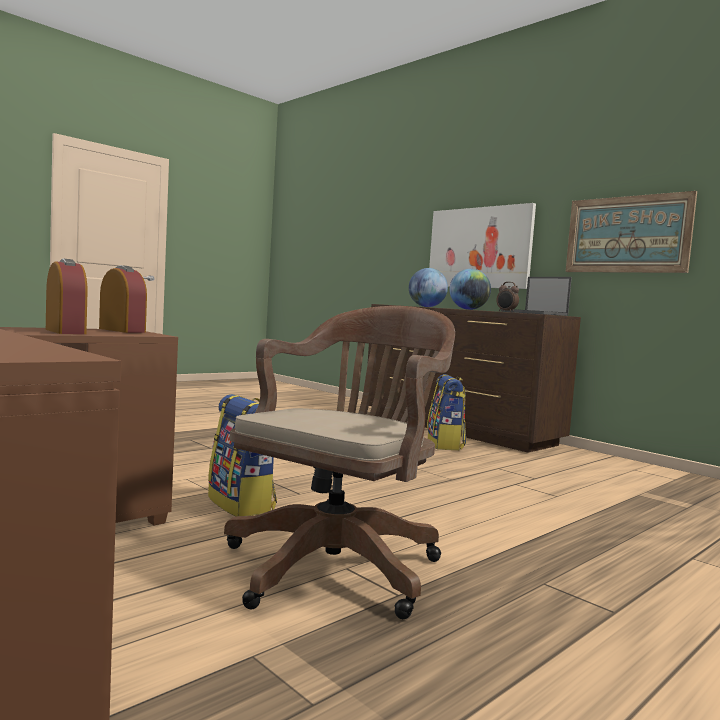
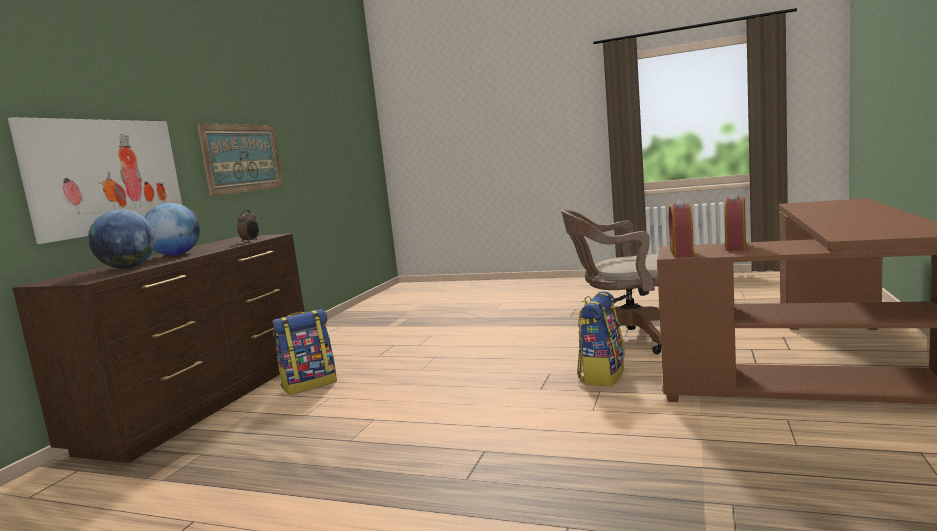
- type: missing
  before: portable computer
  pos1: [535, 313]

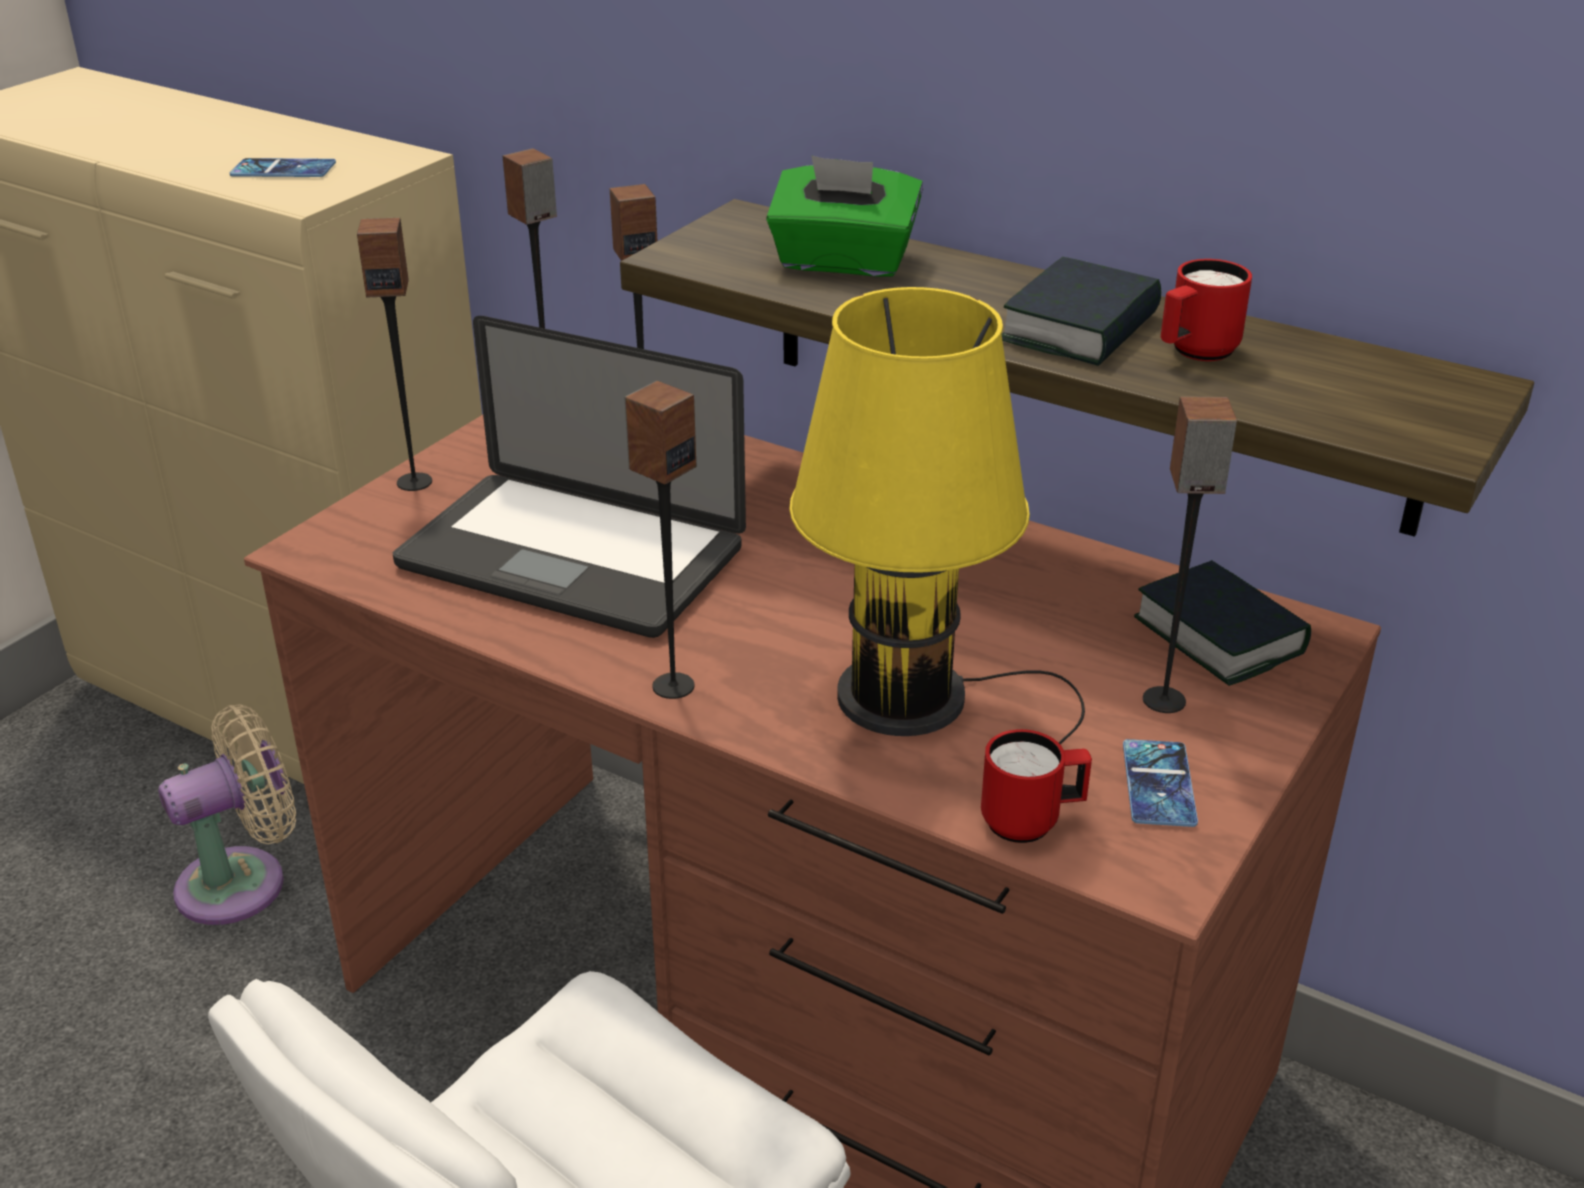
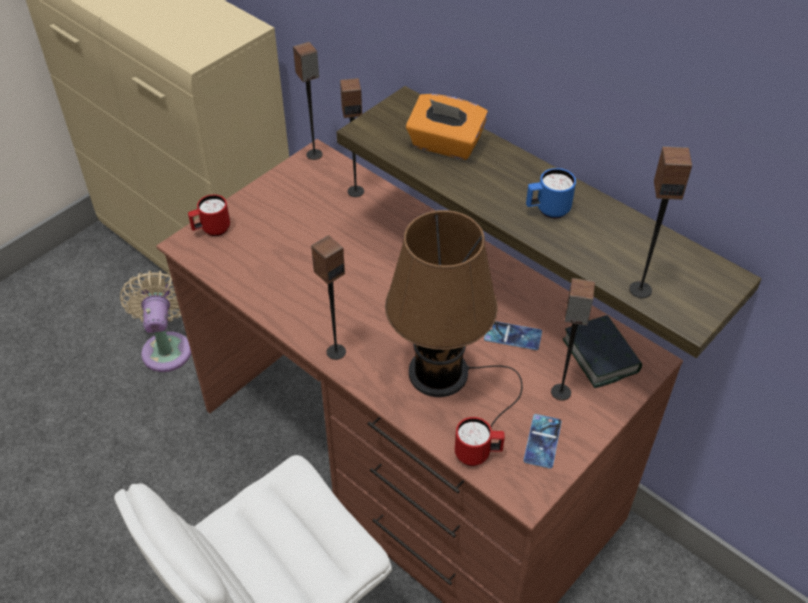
- type: spun
  before: beige-coloured cooling fan
  pos1: [242, 882]
  pos2: [167, 347]
  turn: -75
- type: relocated
  before: red tea mug
  pos1: [1195, 353]
  pos2: [211, 230]
- type: colour
  before: yellow tabletop lamp
  after: brown tabletop lamp
  pos1: [917, 700]
  pos2: [445, 376]
- type: colour
  before: green-coloured box of tissues
  after: orange-coloured box of tissues
  pos1: [843, 262]
  pos2: [445, 145]
- type: relocated
  before: telephone
  pos1: [283, 169]
  pos2: [513, 336]
- type: exchanged
  before: bound book
  after: bluish tea mug
  pos1: [1080, 328]
  pos2: [547, 210]
- type: relocated
  before: loudspeaker
  pos1: [414, 482]
  pos2: [640, 289]
- type: missing
  before: portable computer
  pos1: [571, 558]

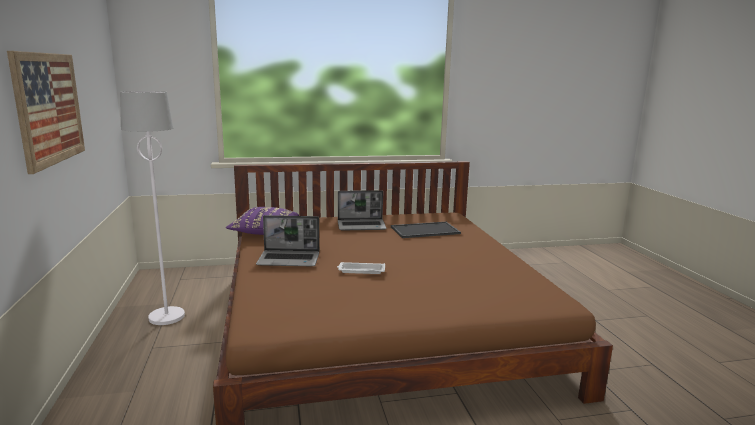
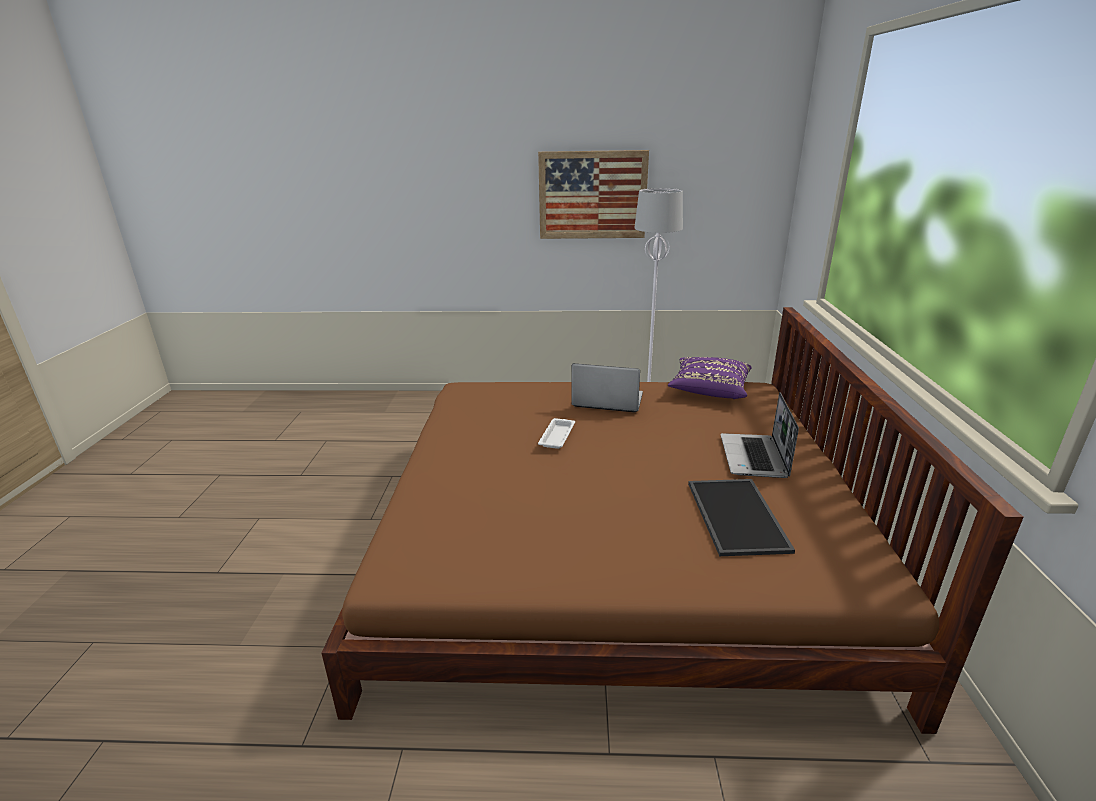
- type: spun
  before: portable computer
  pos1: [289, 260]
  pos2: [606, 401]
  turn: 90

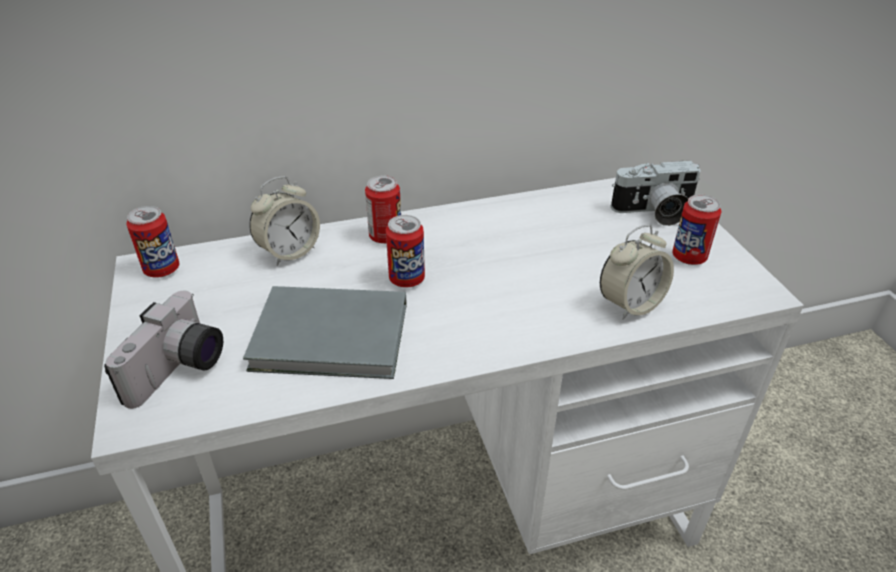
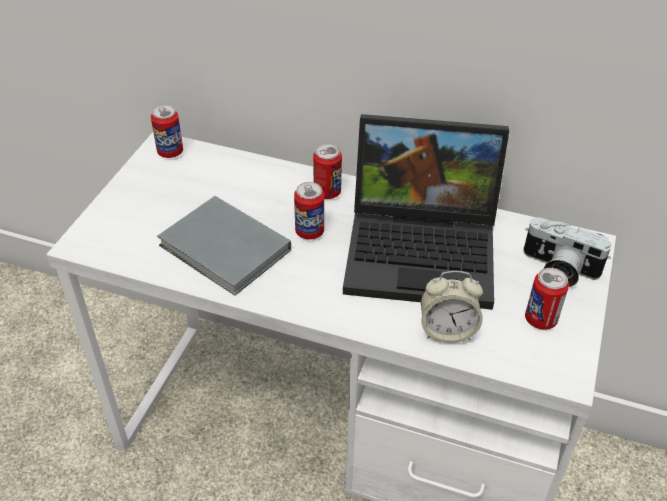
- type: appeared
  after: portable computer
  pos2: [425, 250]
- type: missing
  before: still camera
  pos1: [180, 371]
- type: missing
  before: table clock
  pos1: [289, 252]

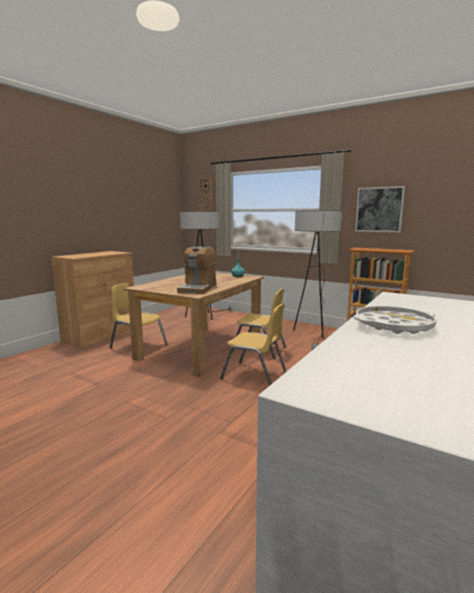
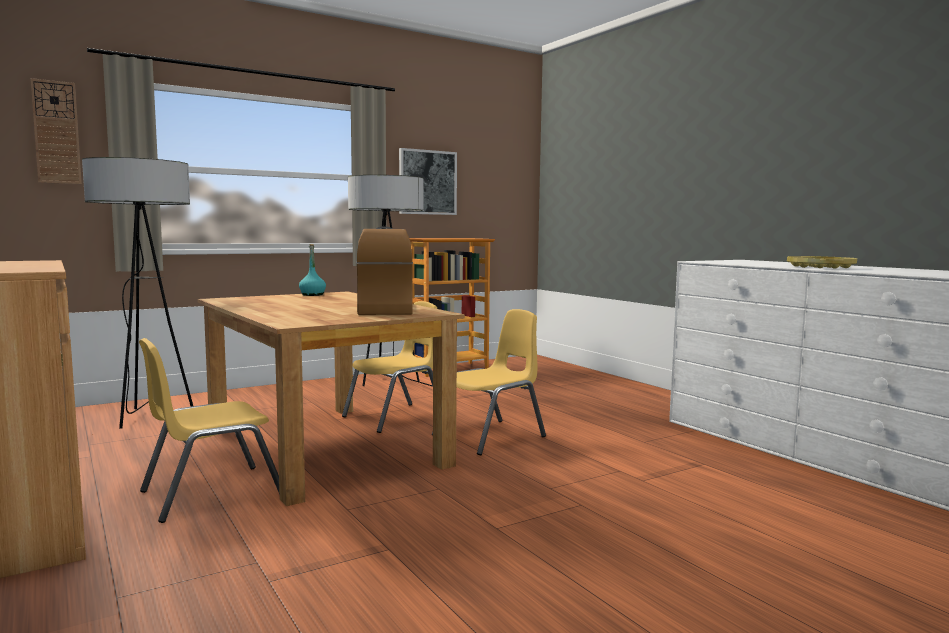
- type: spun
  before: coffee brewer
  pos1: [198, 288]
  pos2: [385, 309]
  turn: -135
- type: colour
  before: white tray
  after: yellow tray
  pos1: [393, 326]
  pos2: [820, 267]

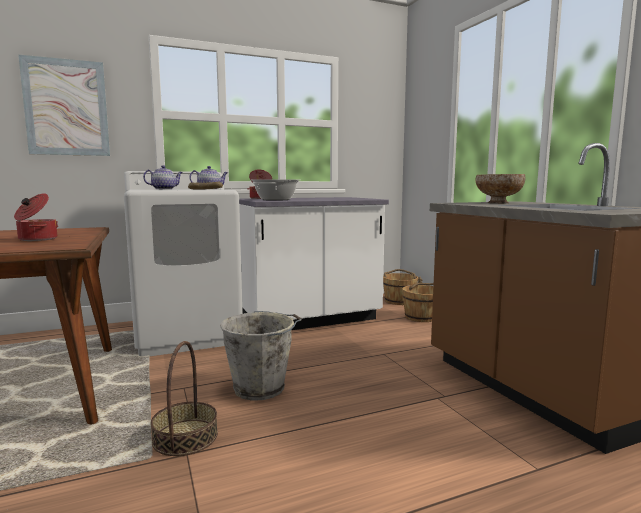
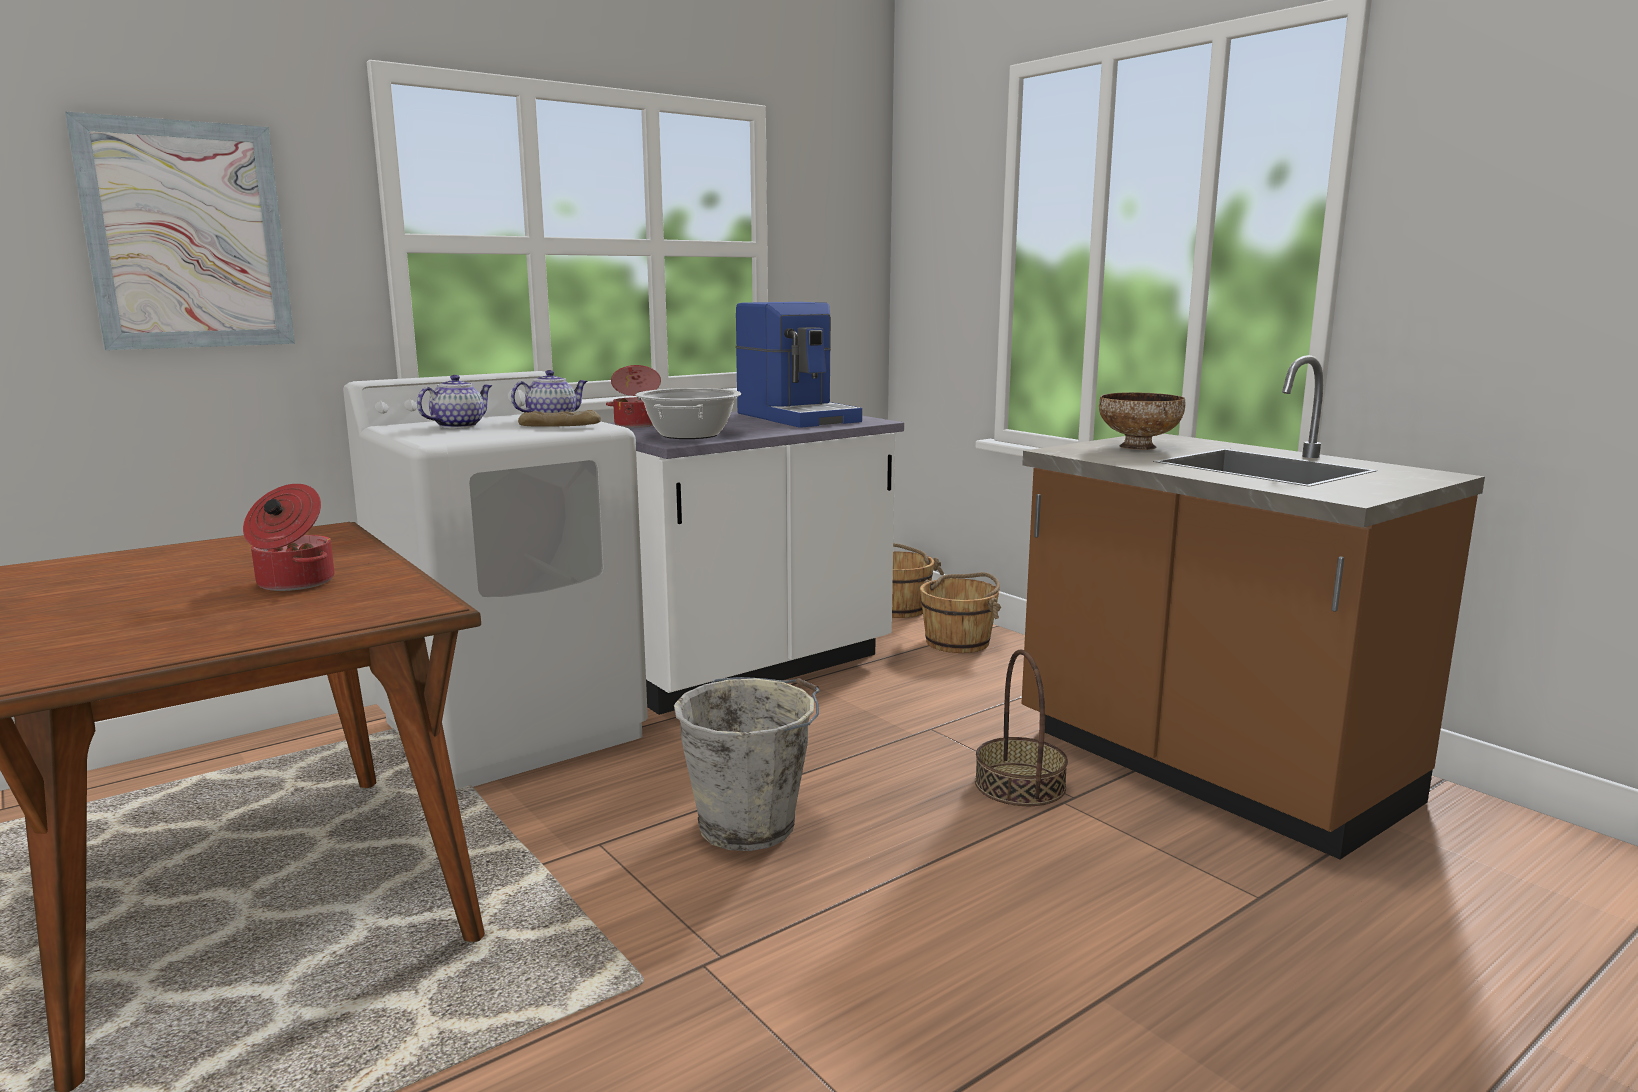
- type: appeared
  after: coffee brewer
  pos2: [798, 417]
- type: relocated
  before: basket
  pos1: [185, 437]
  pos2: [1019, 785]

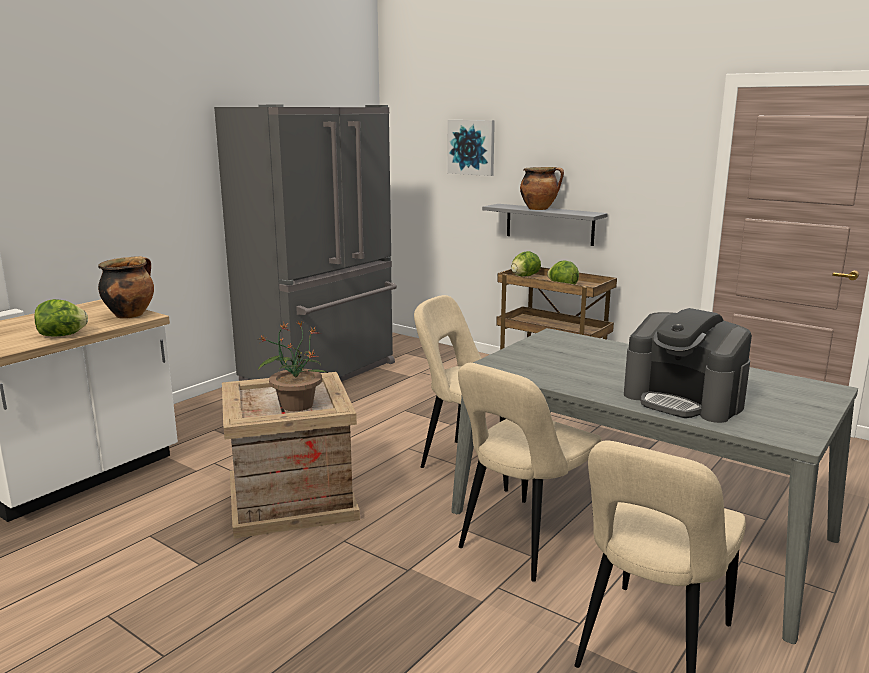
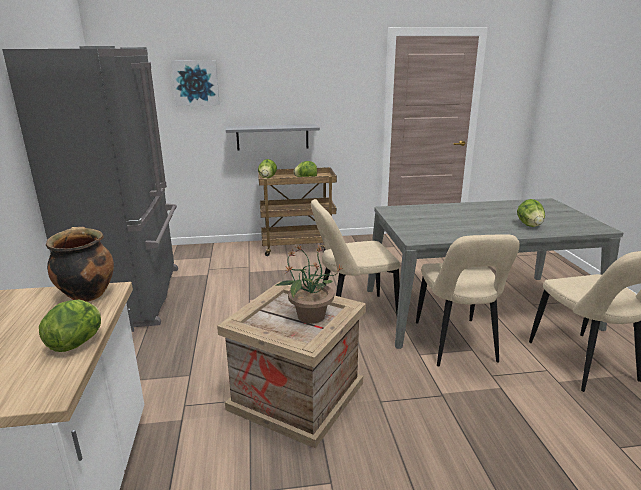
- type: exchanged
  before: coffee brewer
  after: lettuce head
  pos1: [684, 400]
  pos2: [529, 225]
- type: missing
  before: saucepot
  pos1: [539, 209]

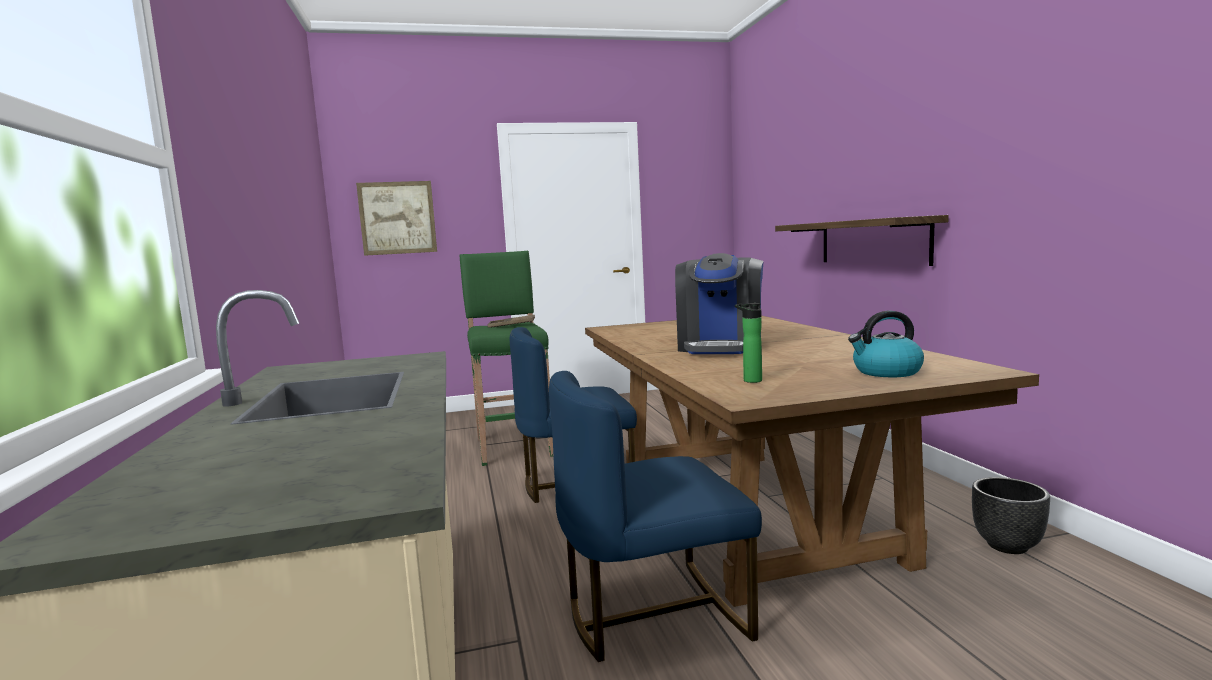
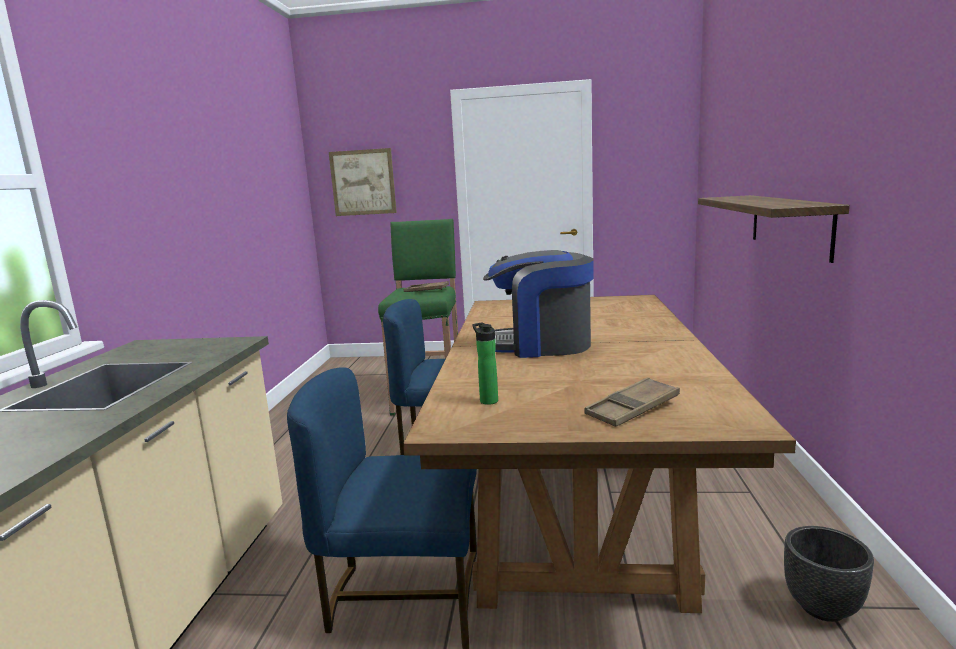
- type: spun
  before: coffee brewer
  pos1: [720, 347]
  pos2: [541, 345]
  turn: 60
- type: exchanged
  before: tea kettle
  after: brown tray
  pos1: [886, 372]
  pos2: [632, 409]

